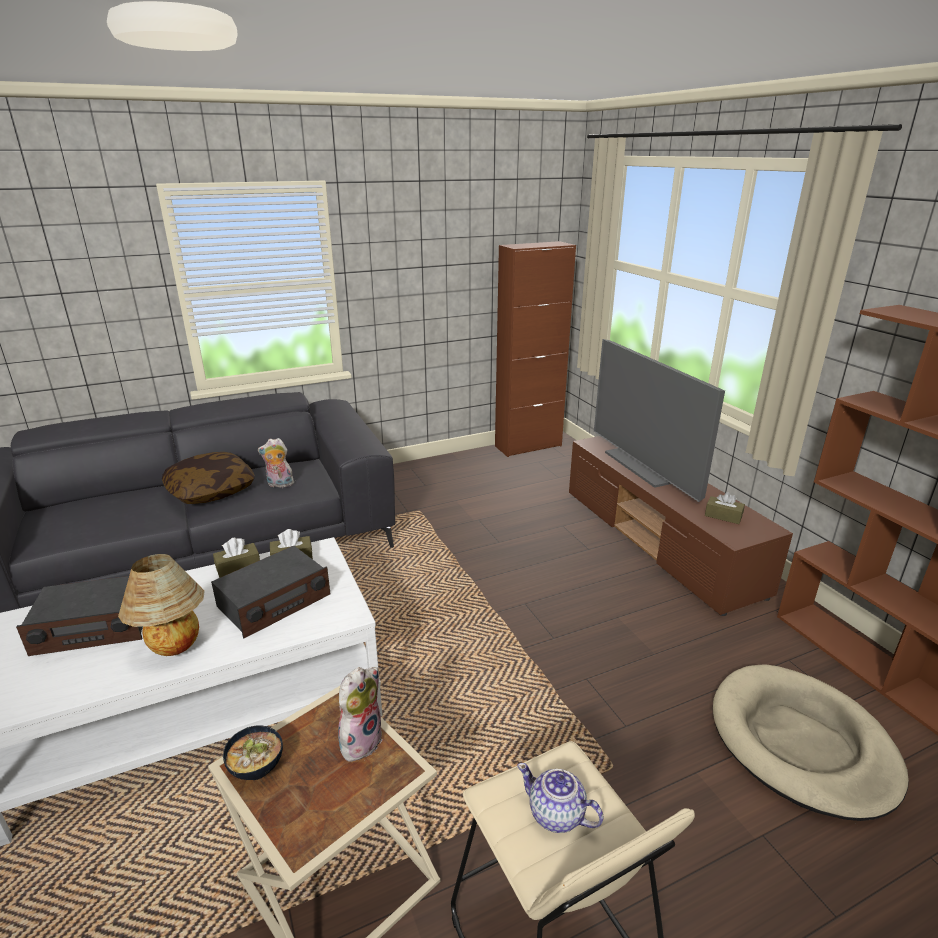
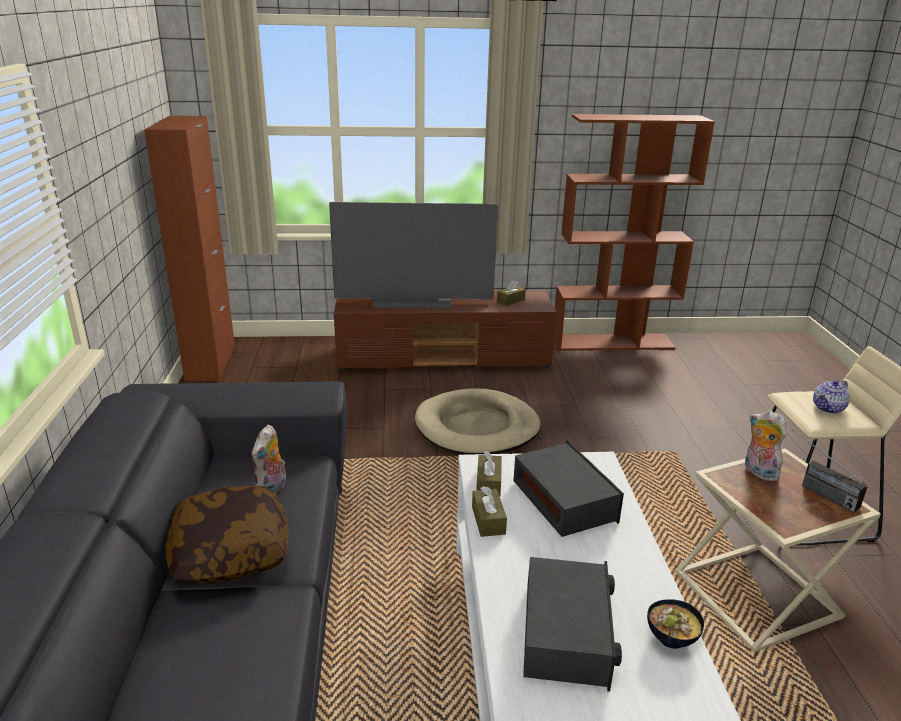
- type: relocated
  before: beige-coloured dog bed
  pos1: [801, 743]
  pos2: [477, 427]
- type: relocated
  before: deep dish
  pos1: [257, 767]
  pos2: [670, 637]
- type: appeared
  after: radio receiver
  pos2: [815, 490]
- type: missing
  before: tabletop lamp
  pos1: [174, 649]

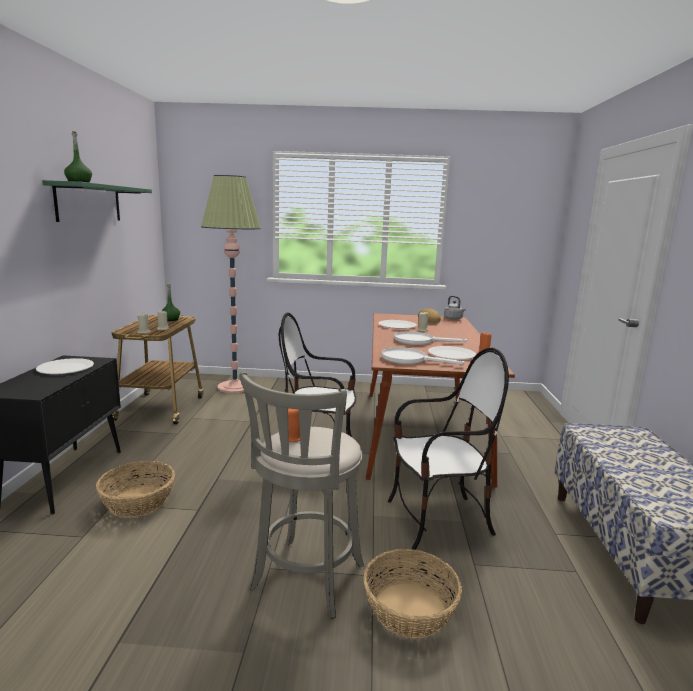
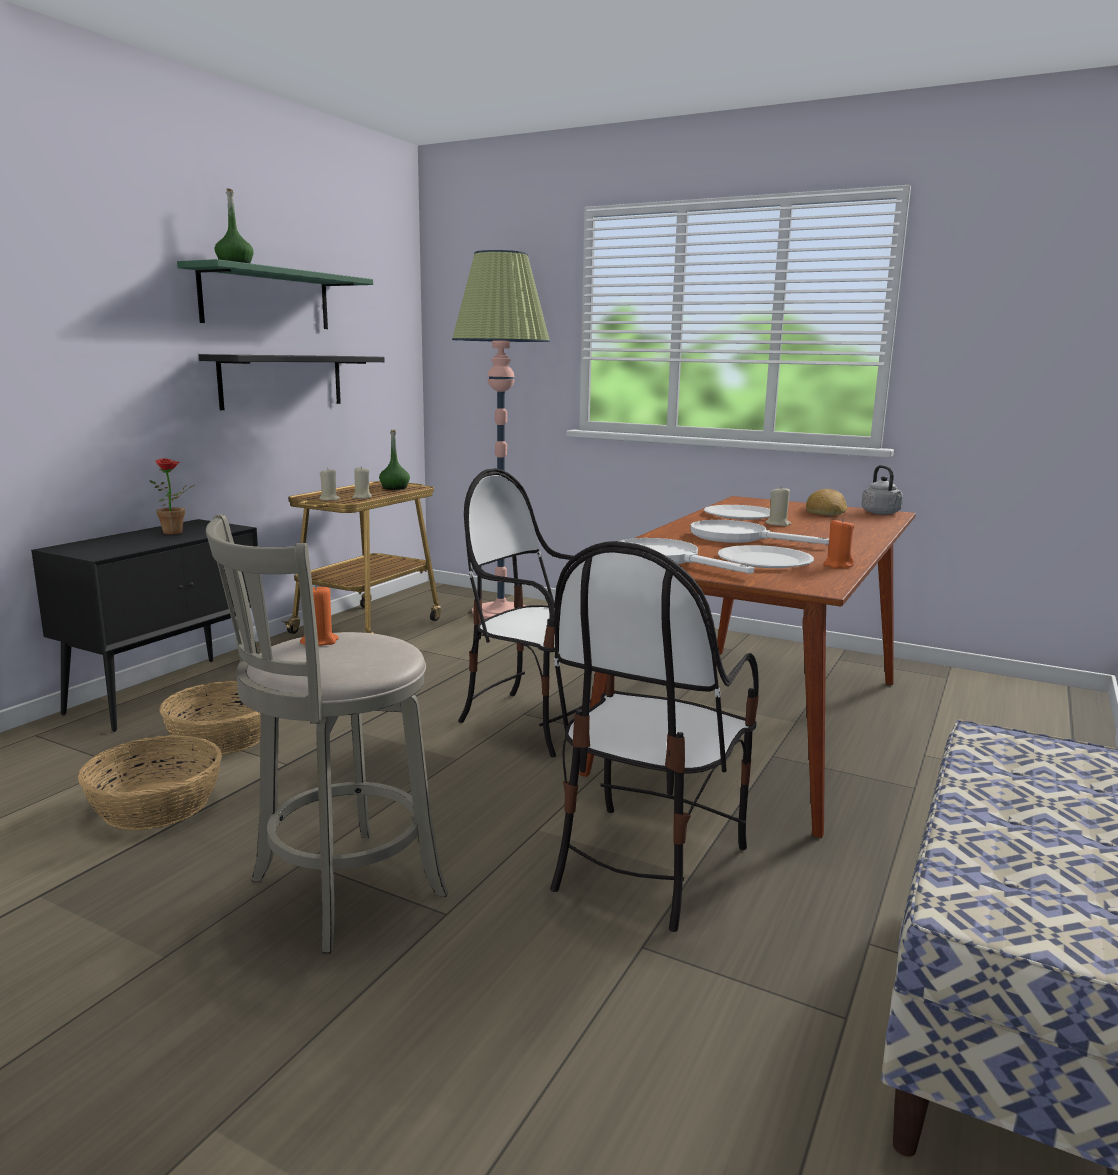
- type: relocated
  before: basket
  pos1: [409, 609]
  pos2: [157, 805]
- type: exchanged
  before: white dinner plate
  after: plant in a pot
  pos1: [66, 368]
  pos2: [177, 532]
- type: appeared
  after: black-coloured shelf
  pos2: [282, 381]
- type: spun
  before: plain chair
  pos1: [438, 520]
  pos2: [645, 863]
  turn: 105

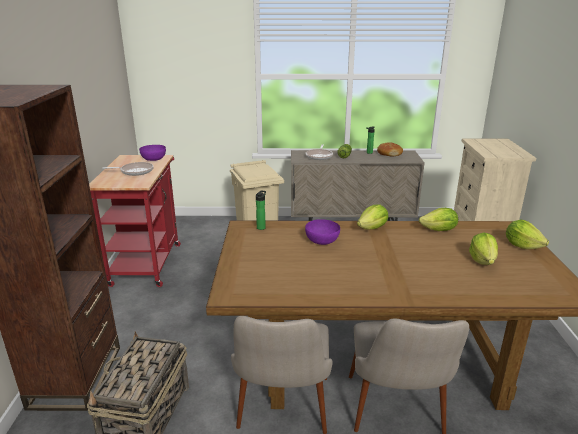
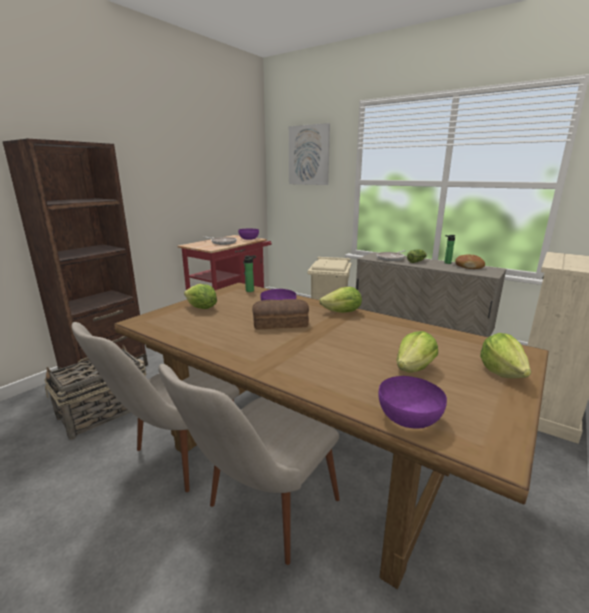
- type: relocated
  before: lettuce head
  pos1: [439, 230]
  pos2: [201, 308]
- type: appeared
  after: baked bread
  pos2: [281, 323]
- type: appeared
  after: wall picture
  pos2: [309, 155]
- type: appeared
  after: purplish deep dish
  pos2: [409, 417]

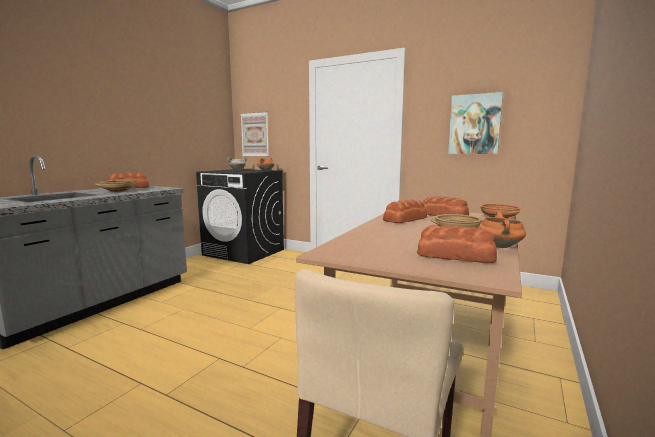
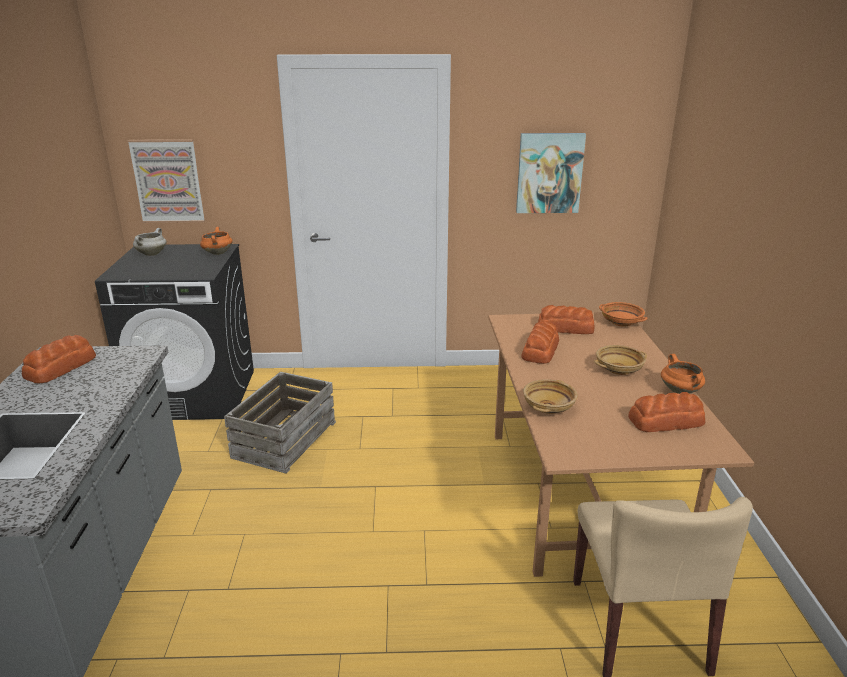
- type: appeared
  after: crate
  pos2: [284, 439]
- type: relocated
  before: beige-coloured deep dish
  pos1: [118, 191]
  pos2: [549, 407]

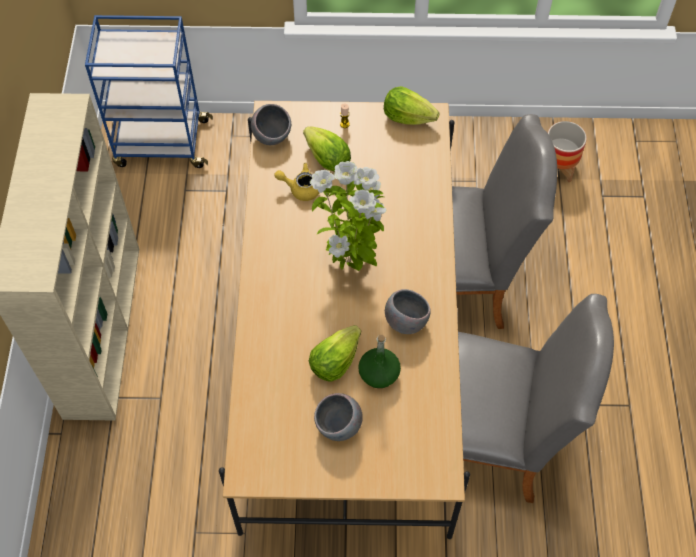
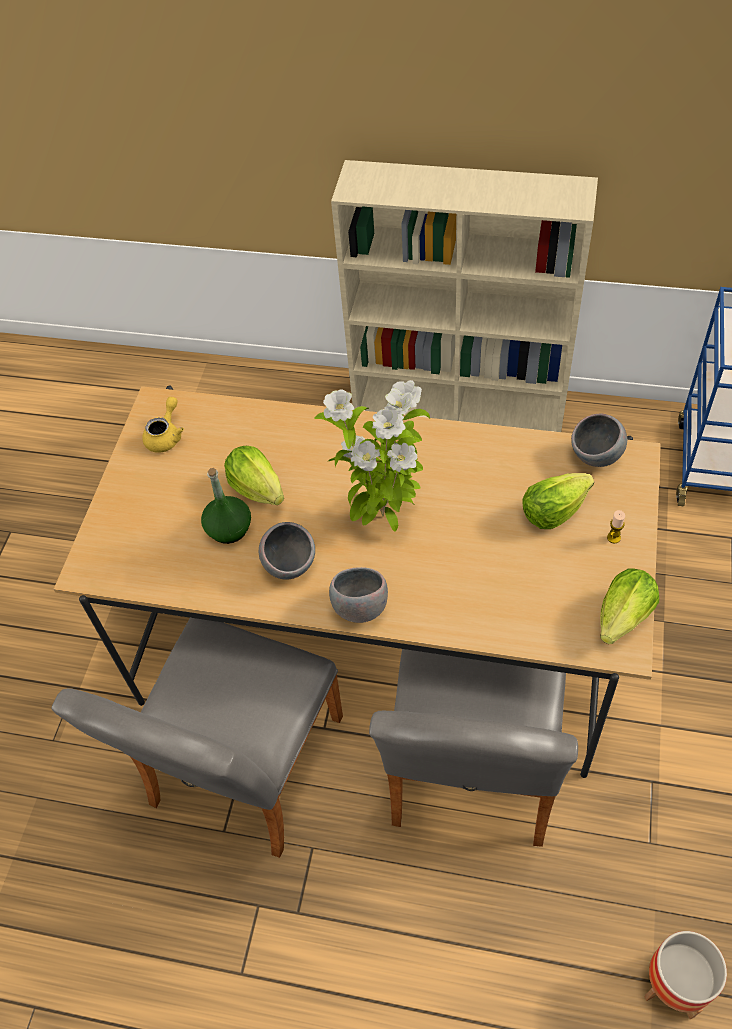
- type: relocated
  before: yellow pot for tea
  pos1: [300, 188]
  pos2: [166, 436]
- type: relocated
  before: greyish deep dish
  pos1: [339, 426]
  pos2: [360, 608]

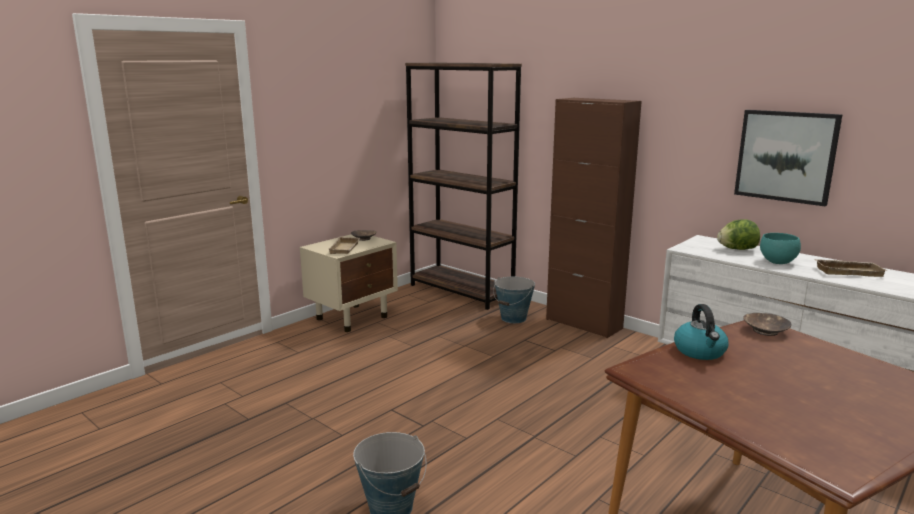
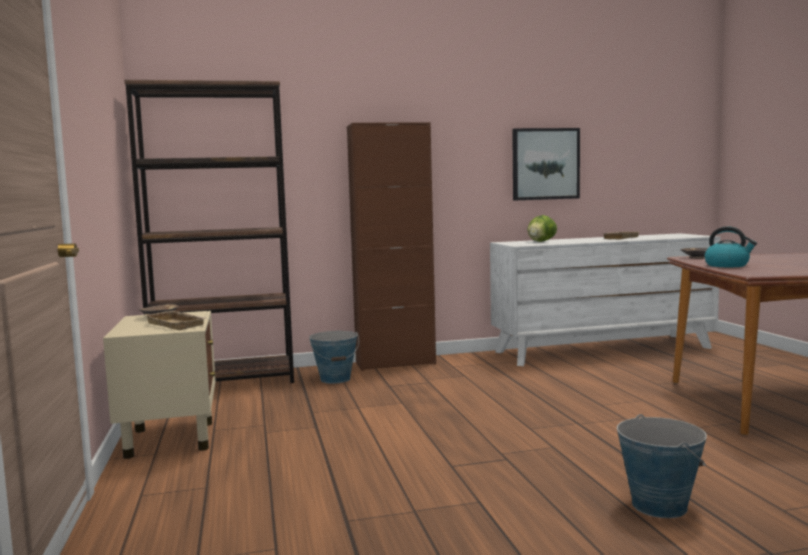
- type: missing
  before: blue-green deep dish
  pos1: [777, 262]

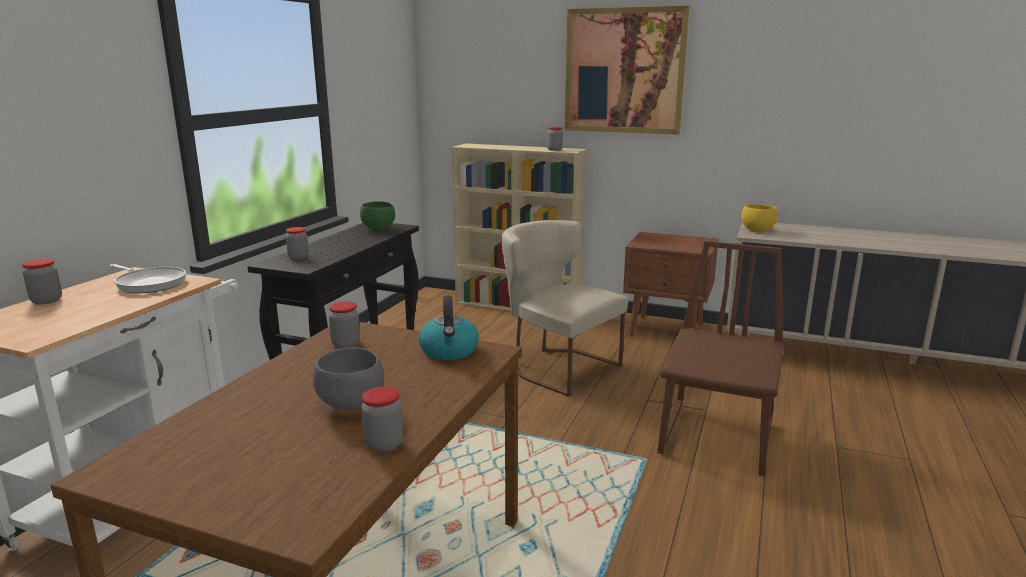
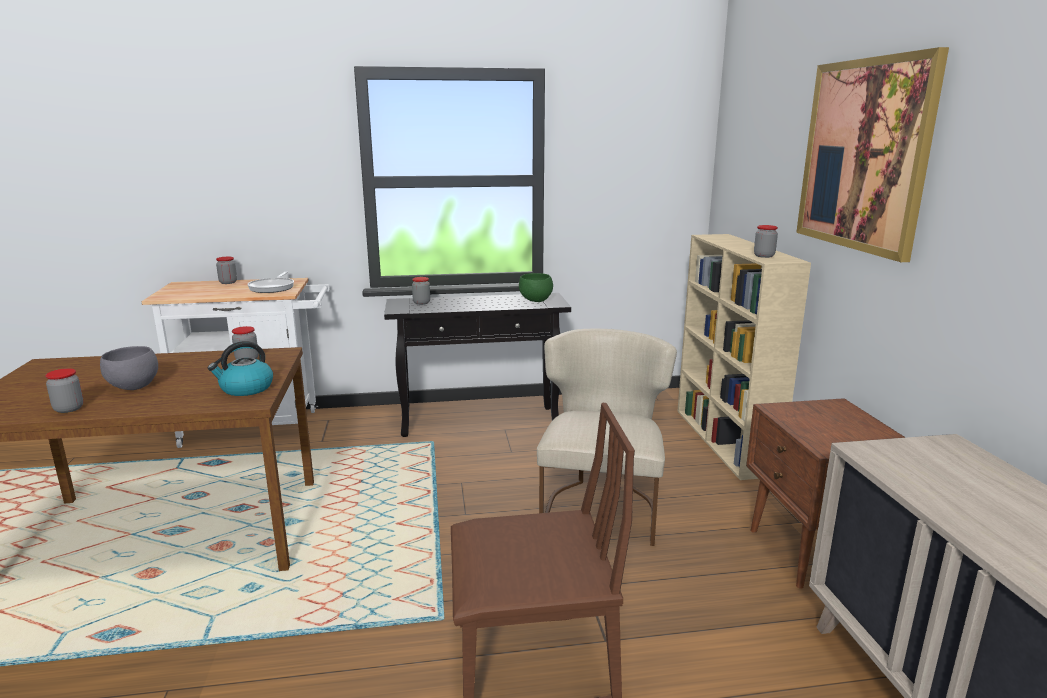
- type: missing
  before: yellow deep dish
  pos1: [757, 230]

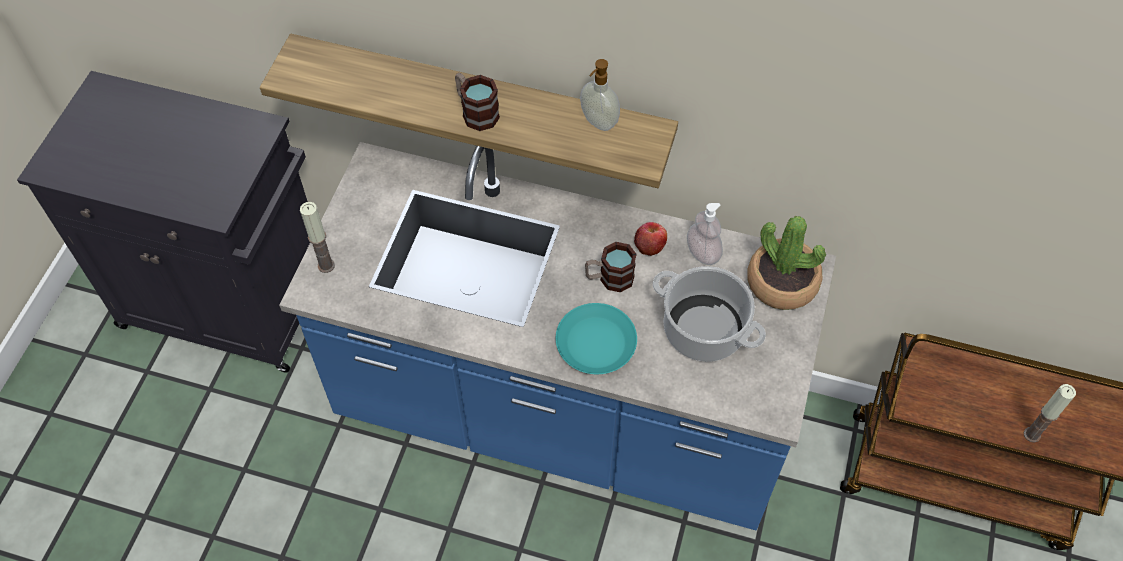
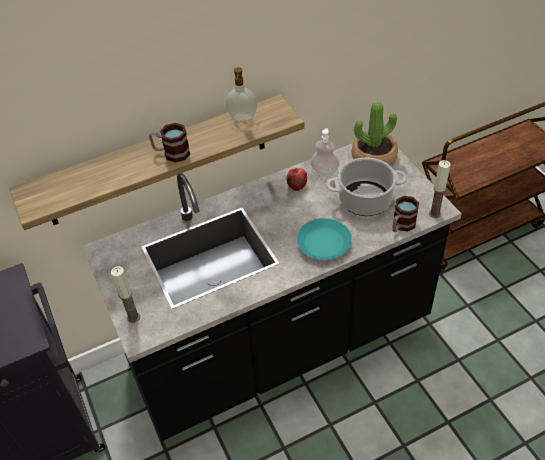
- type: colour
  before: bluish kitchen base unit
  after: black-coloured kitchen base unit
  pos1: [561, 415]
  pos2: [280, 345]
- type: relocated
  before: tea mug
  pos1: [609, 278]
  pos2: [401, 226]
- type: relocated
  before: wax light
  pos1: [1032, 434]
  pos2: [434, 213]

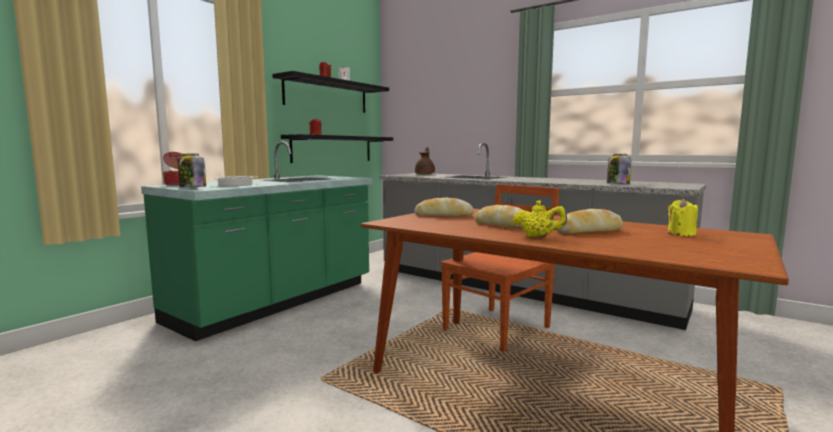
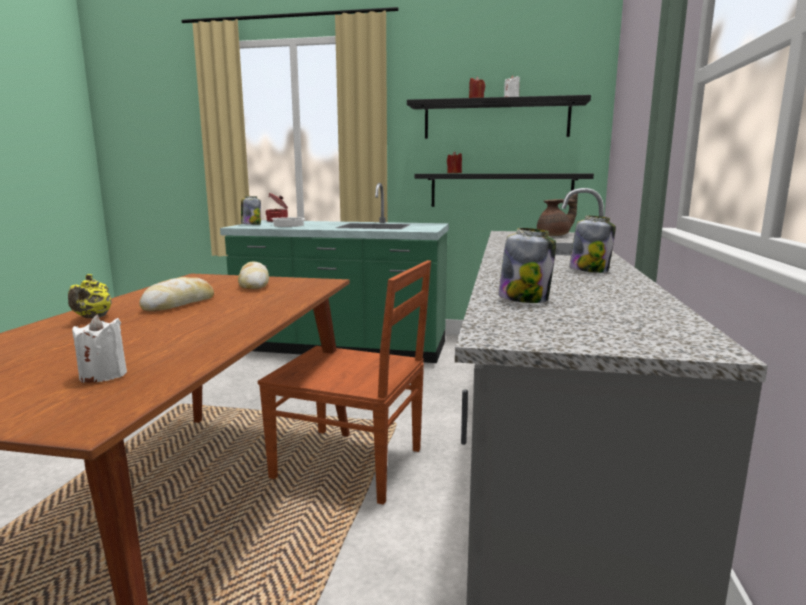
- type: colour
  before: yellow wax light
  after: white wax light
  pos1: [681, 234]
  pos2: [103, 375]
- type: appeared
  after: preserve jar
  pos2: [589, 270]
- type: missing
  before: baked bread
  pos1: [589, 231]

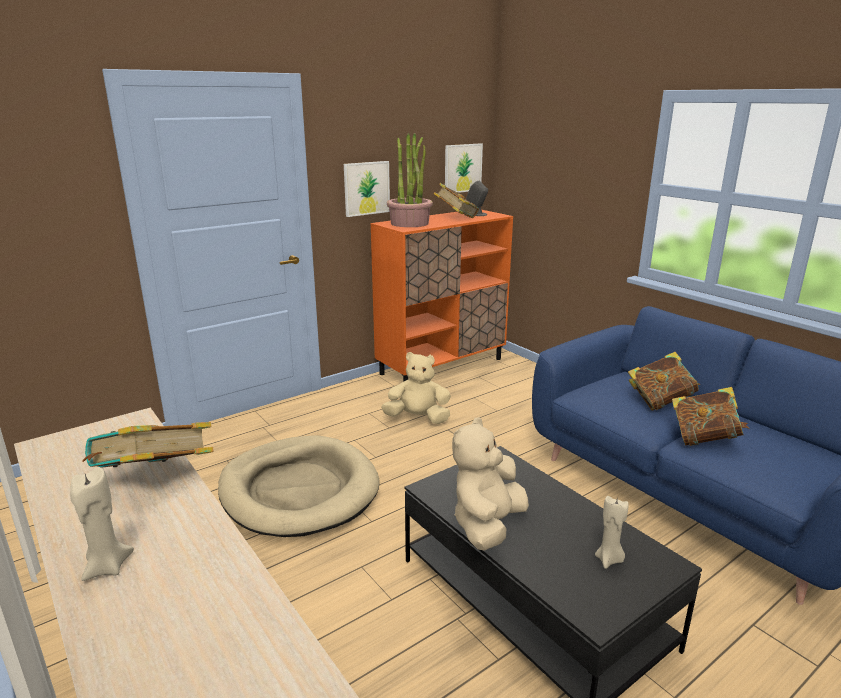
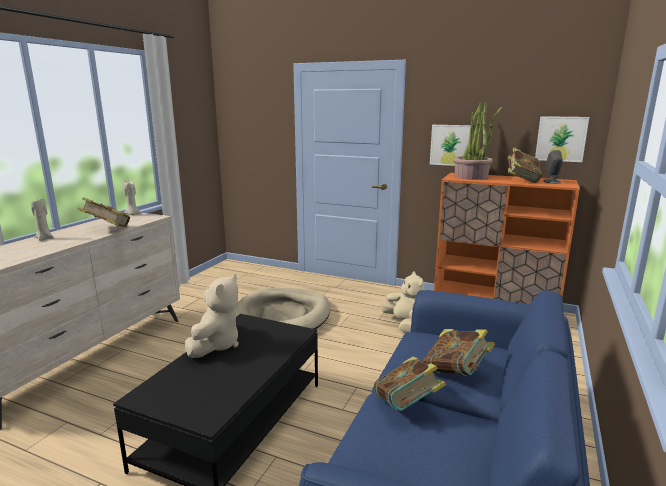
- type: relocated
  before: beige-coloured wax light
  pos1: [609, 560]
  pos2: [132, 214]
- type: spun
  before: beige-coloured plush toy
  pos1: [487, 525]
  pos2: [216, 345]
  turn: 105

